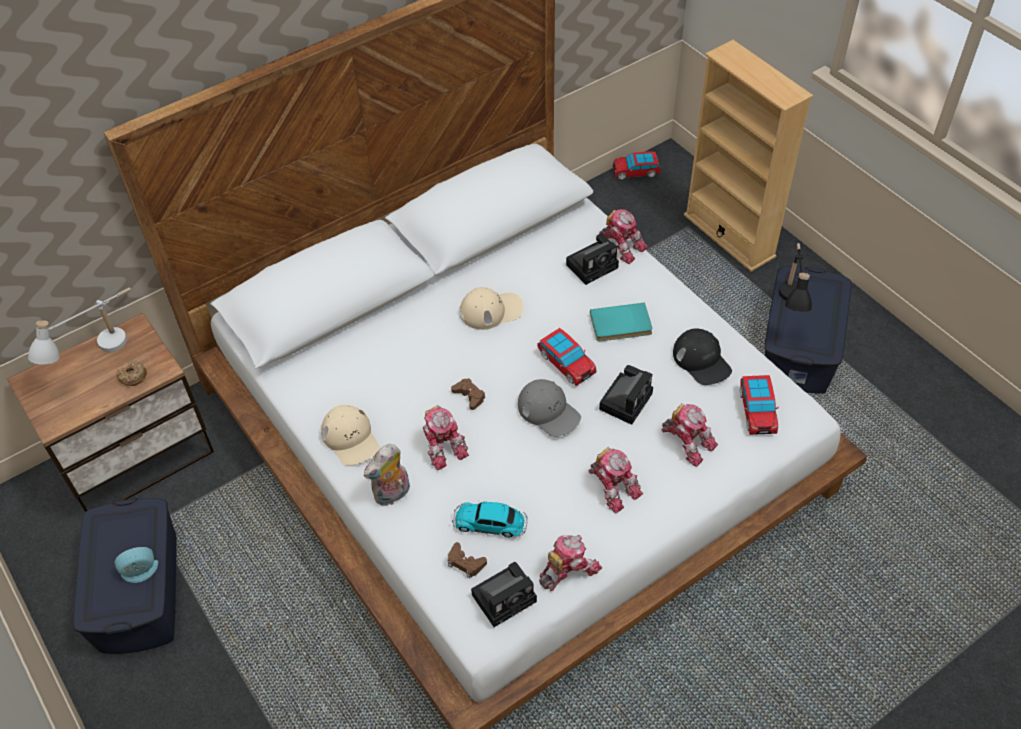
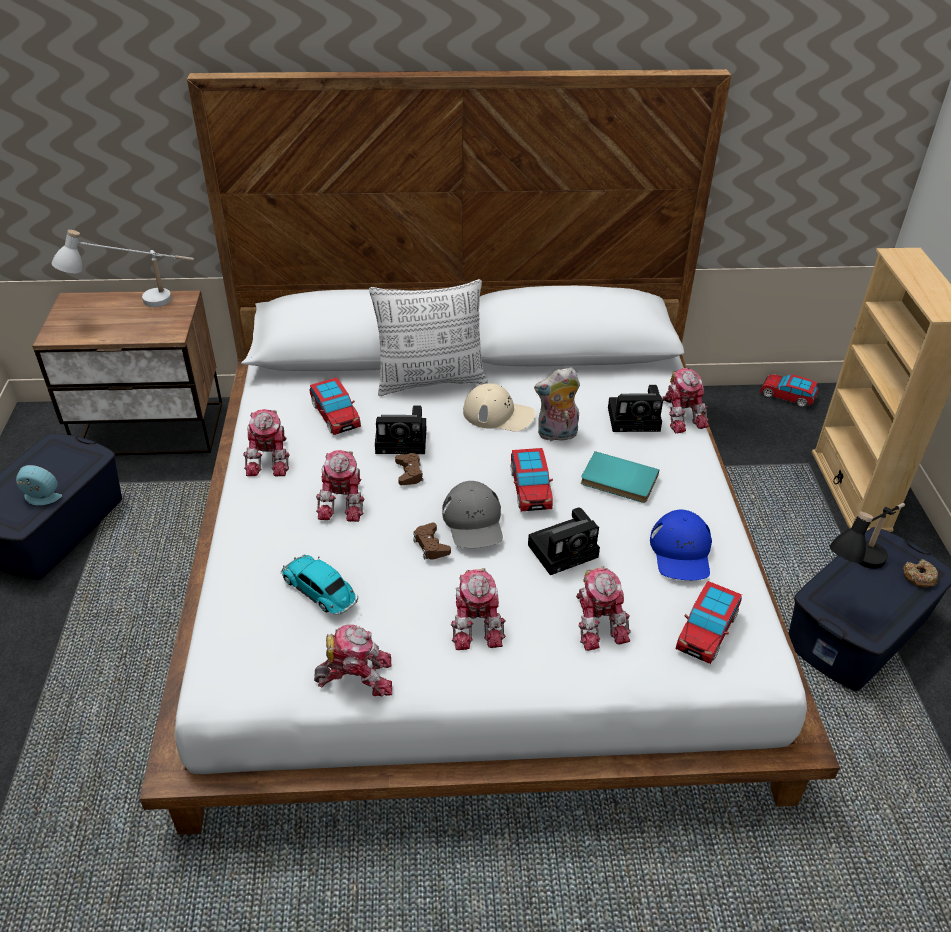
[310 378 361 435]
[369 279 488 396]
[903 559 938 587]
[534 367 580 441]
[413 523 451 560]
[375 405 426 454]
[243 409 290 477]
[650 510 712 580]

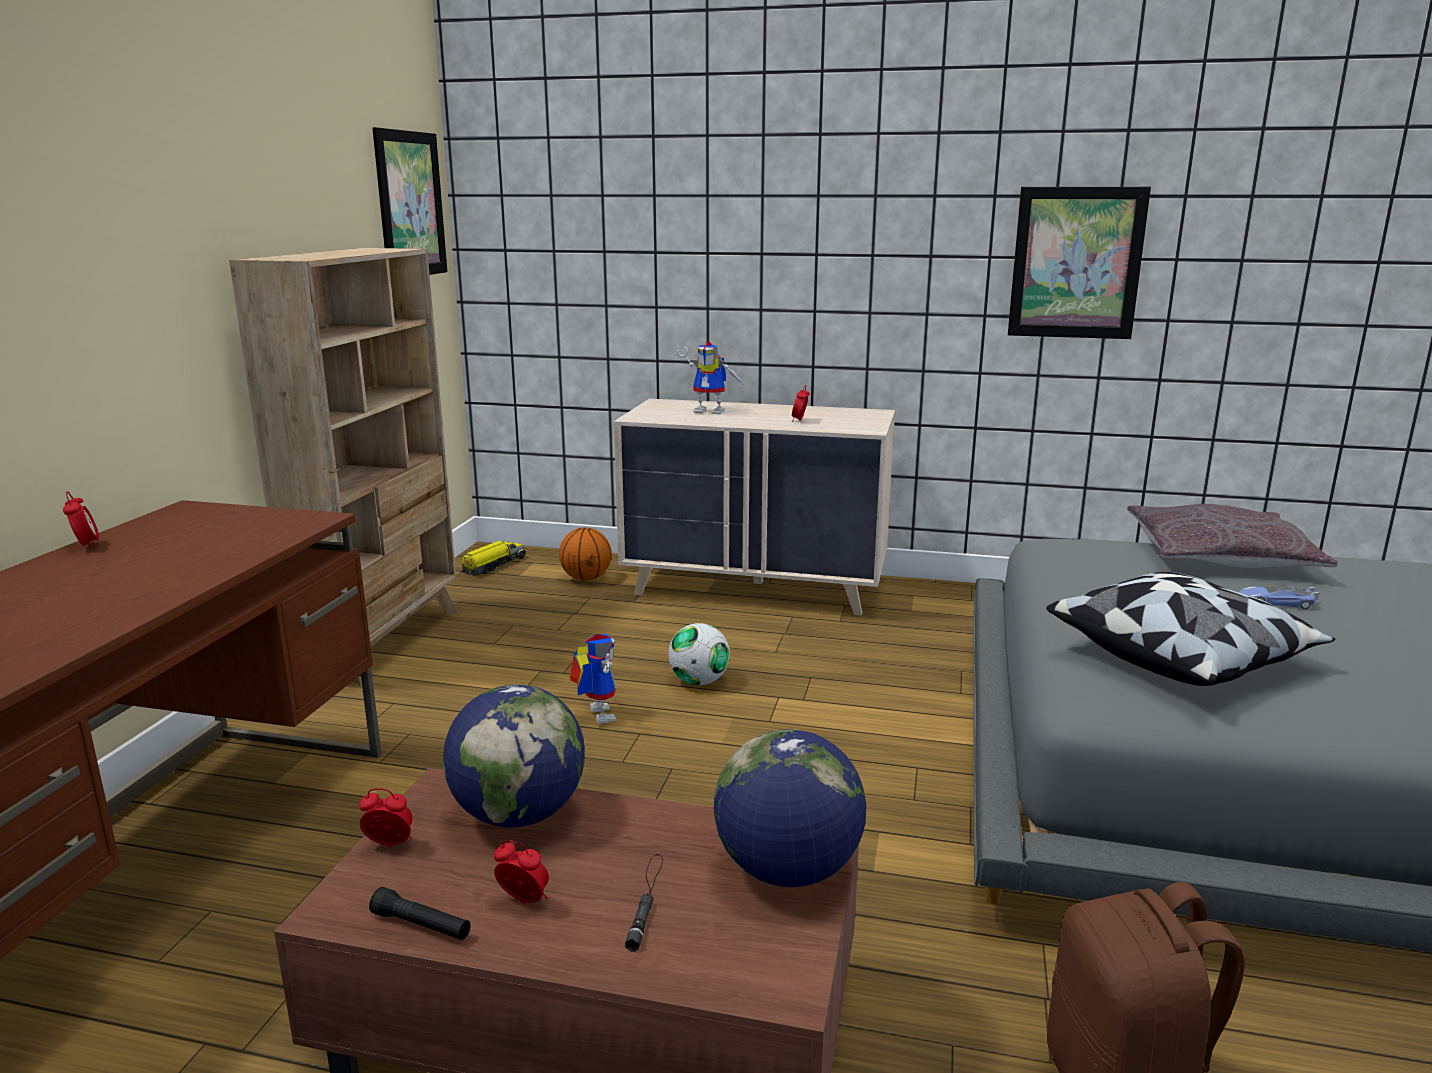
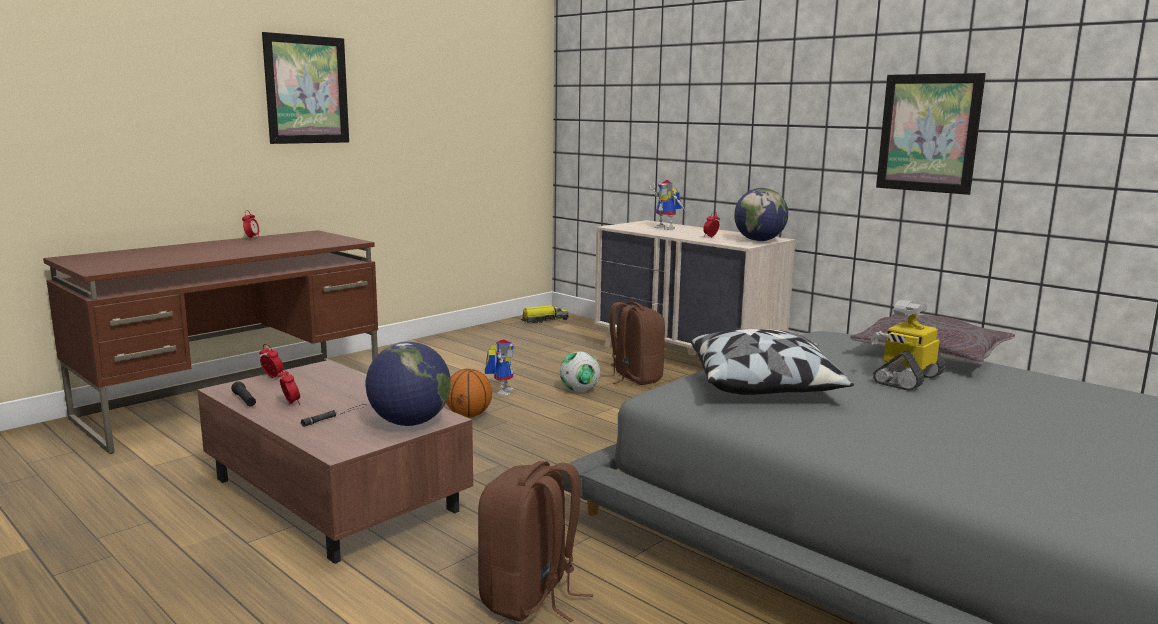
[229 248 459 688] (first image)
[601 301 665 385]
[262 32 349 144]
[734 188 788 241]
[446 368 492 418]
[870 300 946 391]

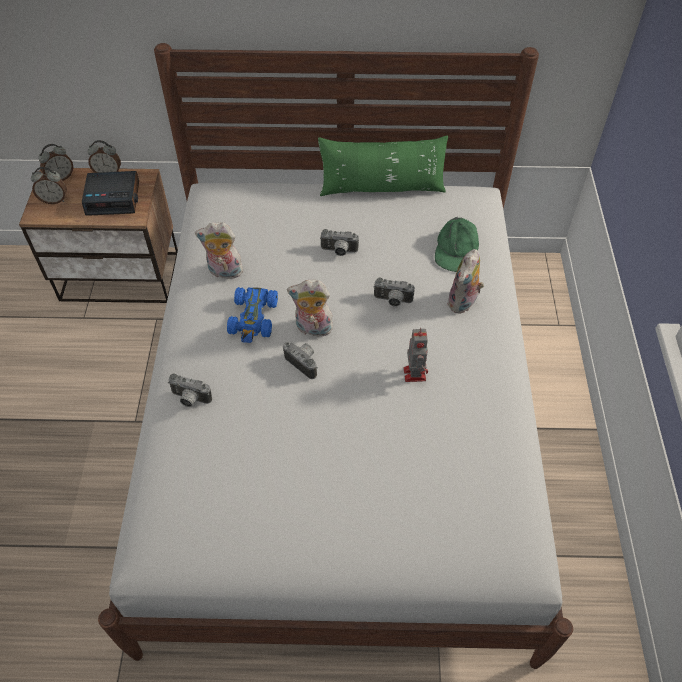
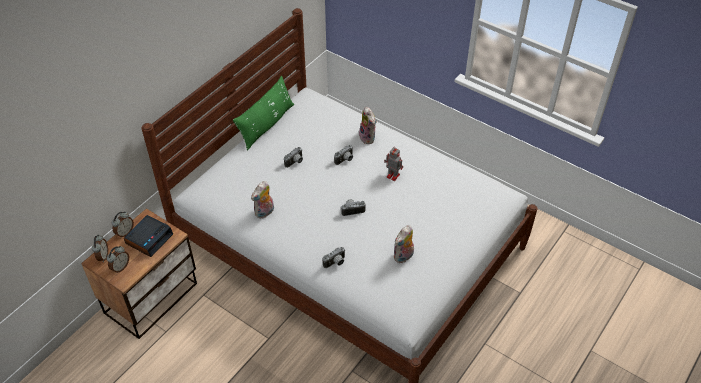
[227 287 278 343] (first image)
[435 216 479 272] (first image)
[394 225 414 263]

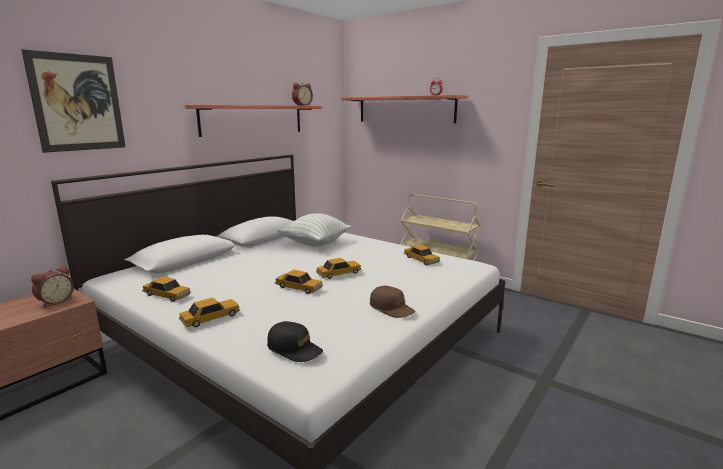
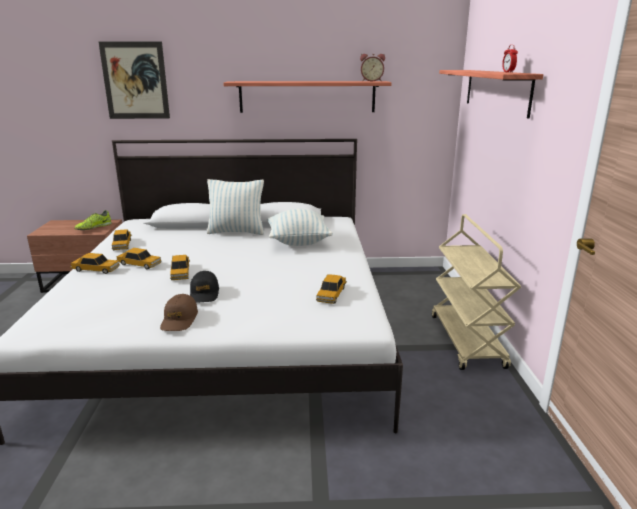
[207 179 264 235]
[190 271 219 303]
[117 248 162 269]
[75 210 112 230]

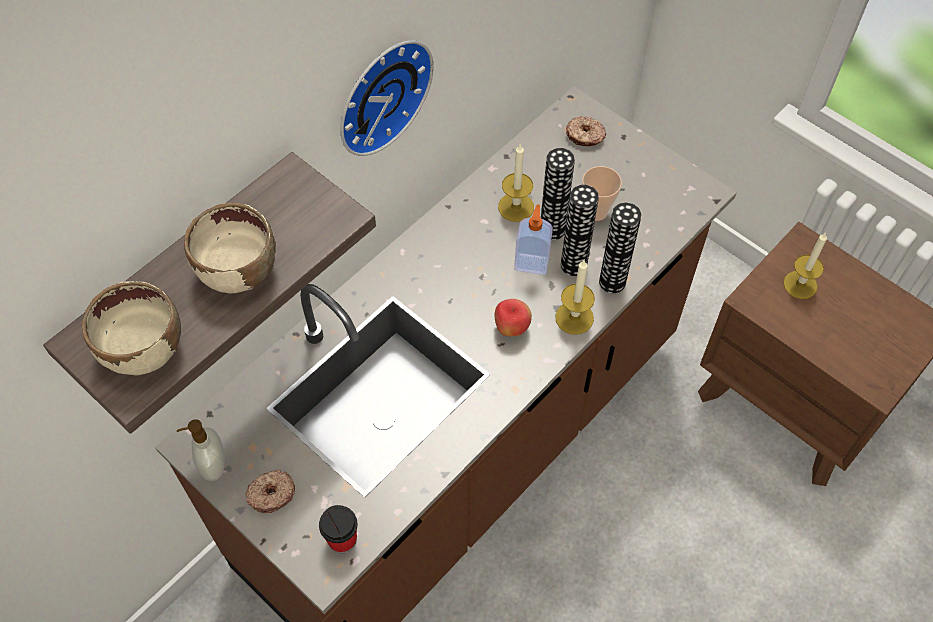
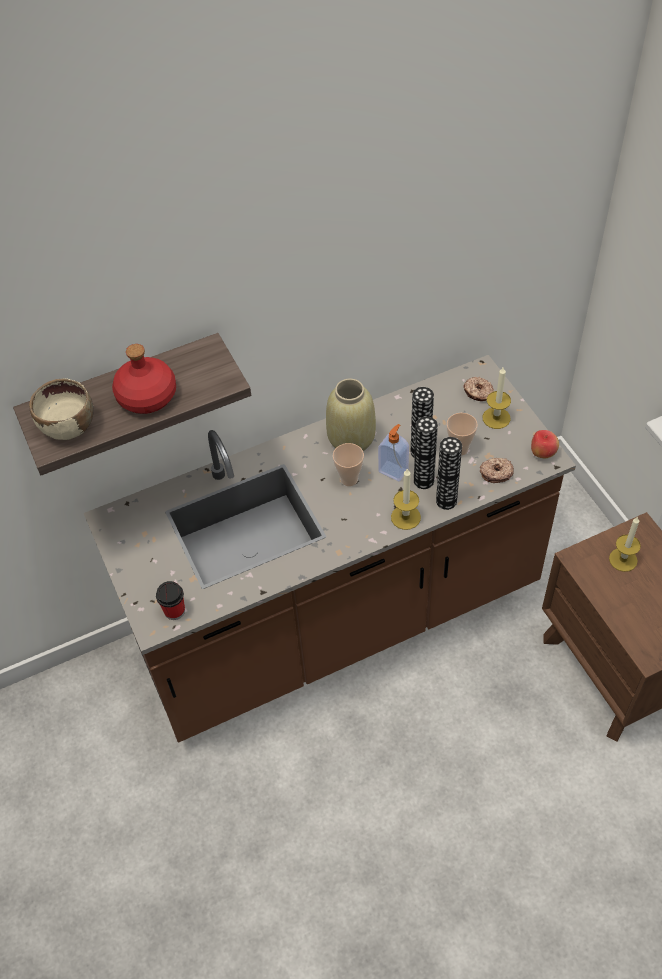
[177 419 225 481] (first image)
[340 40 434 156] (first image)
[326 379 376 451]
[333 443 364 486]
[480 458 514 483]
[531 430 559 458]
[483 366 511 429]
[112 344 176 414]

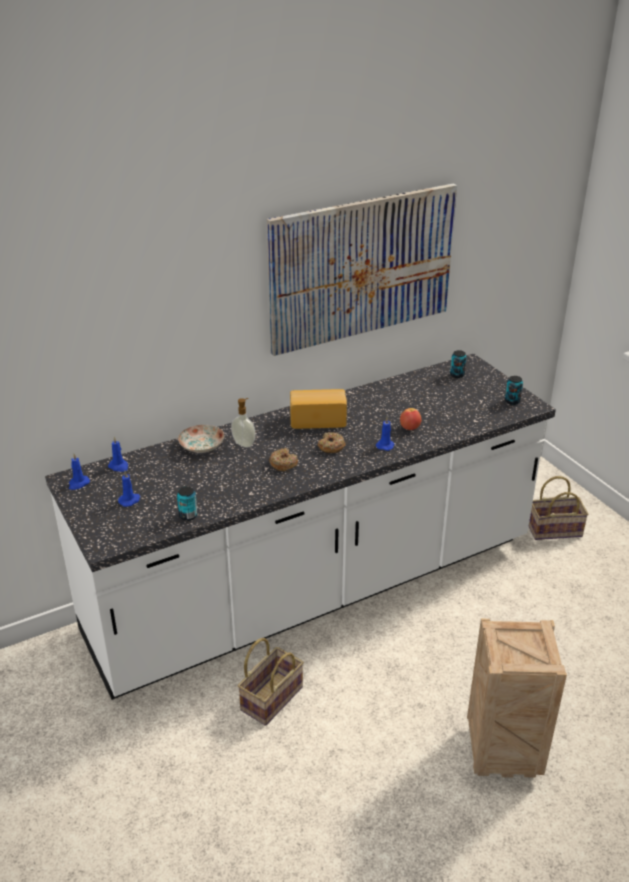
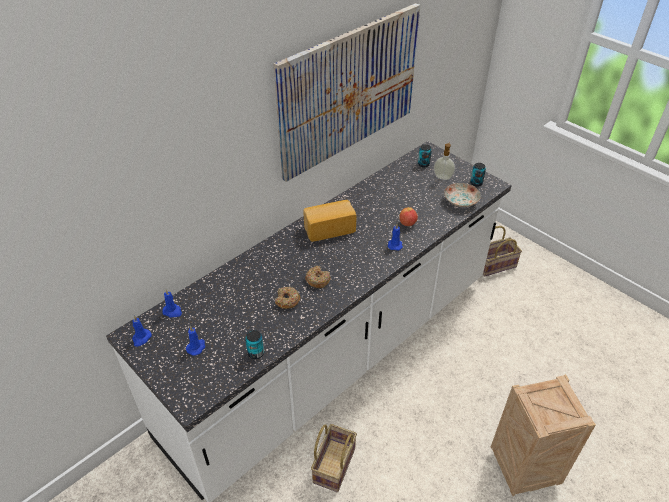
[444 183 481 207]
[434 143 455 180]
[275 287 300 309]

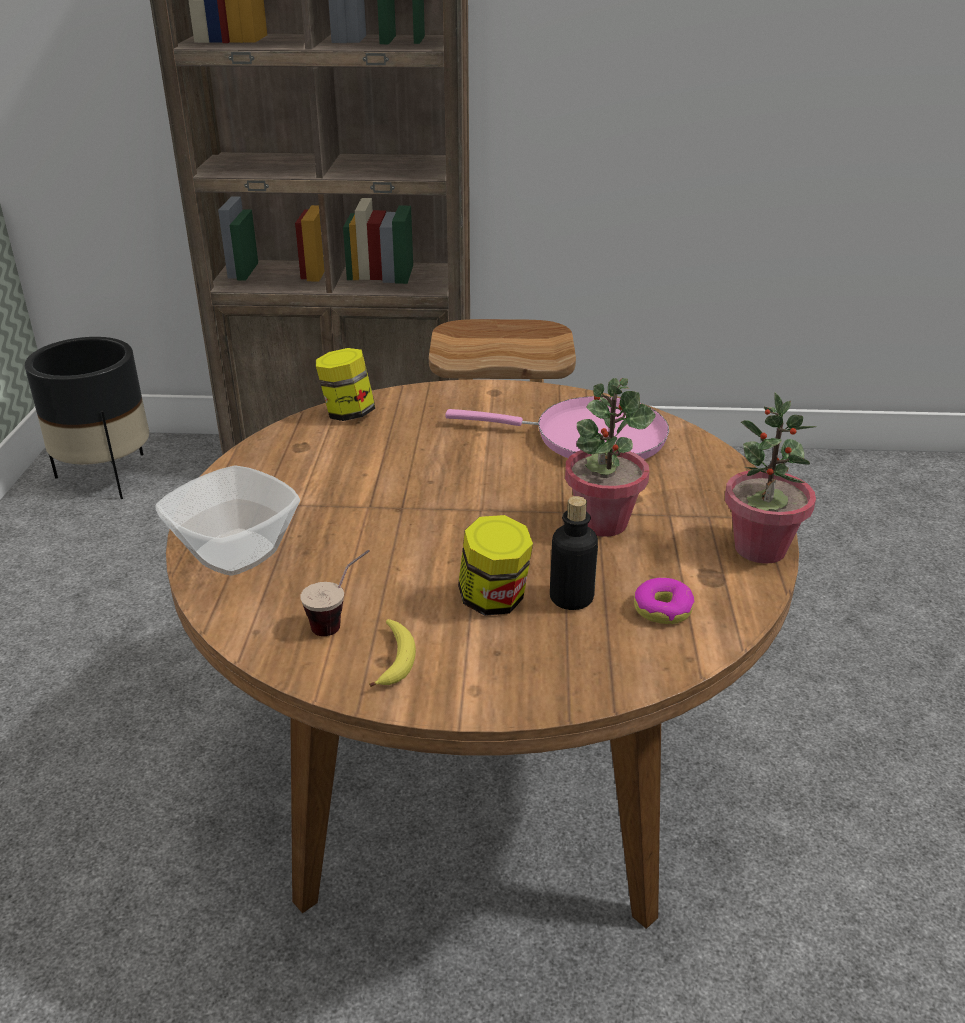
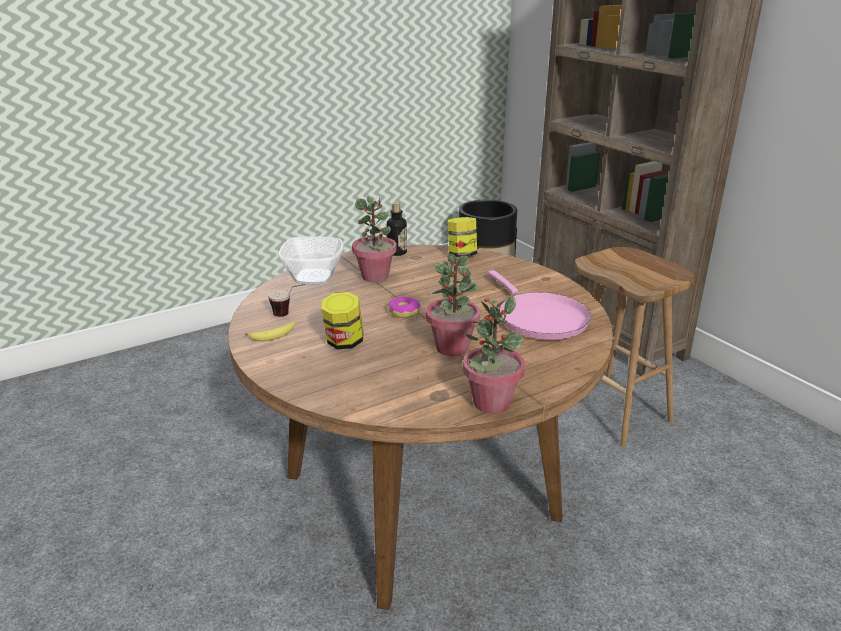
[352 196 396 282]
[387 202 407 256]
[388 297 421 318]

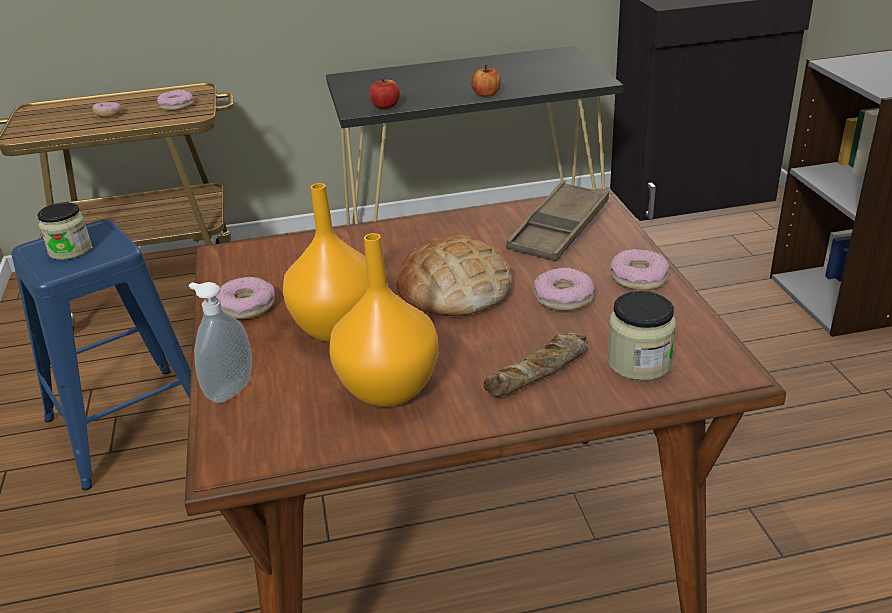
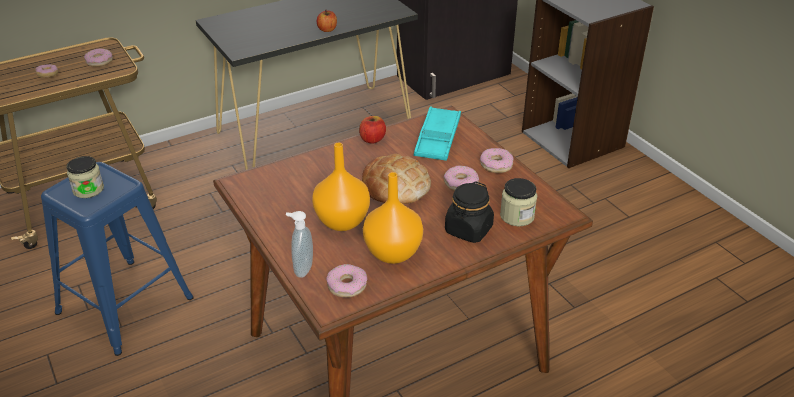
[326 264 367 298]
[359 116 386 144]
[445 182 494 243]
[414 107 461 161]

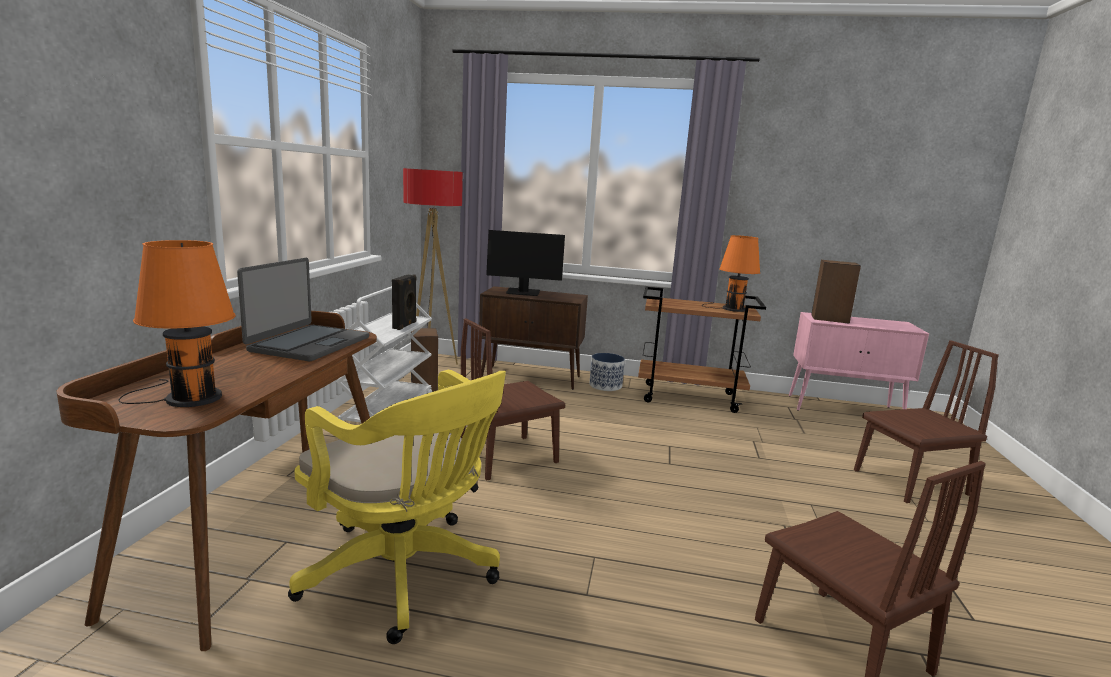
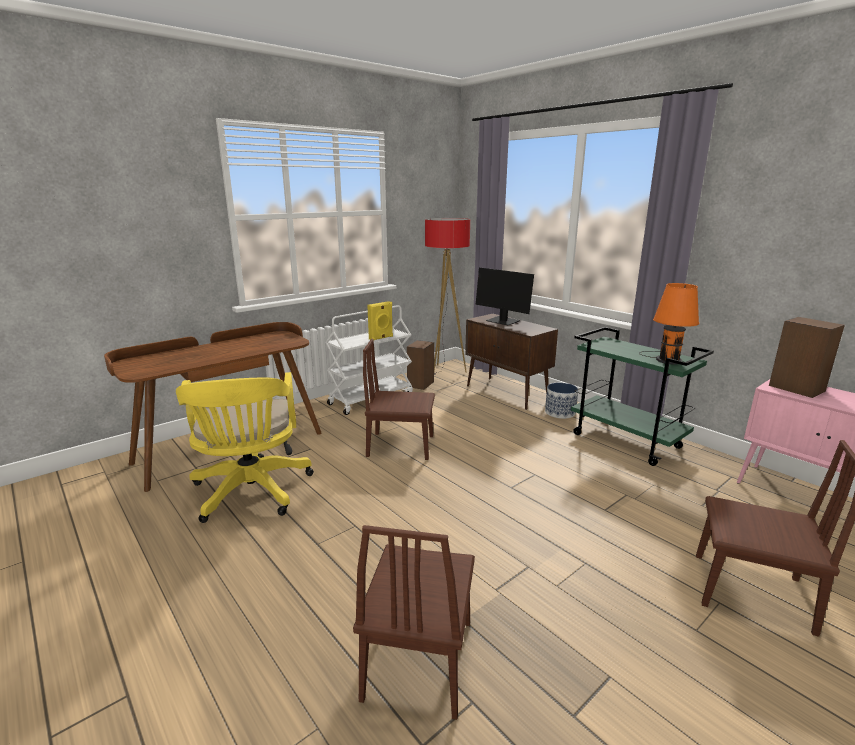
[118 240 236 407] (first image)
[237 258 369 361] (first image)
[367 301 393 340]
[571 327 714 466]

